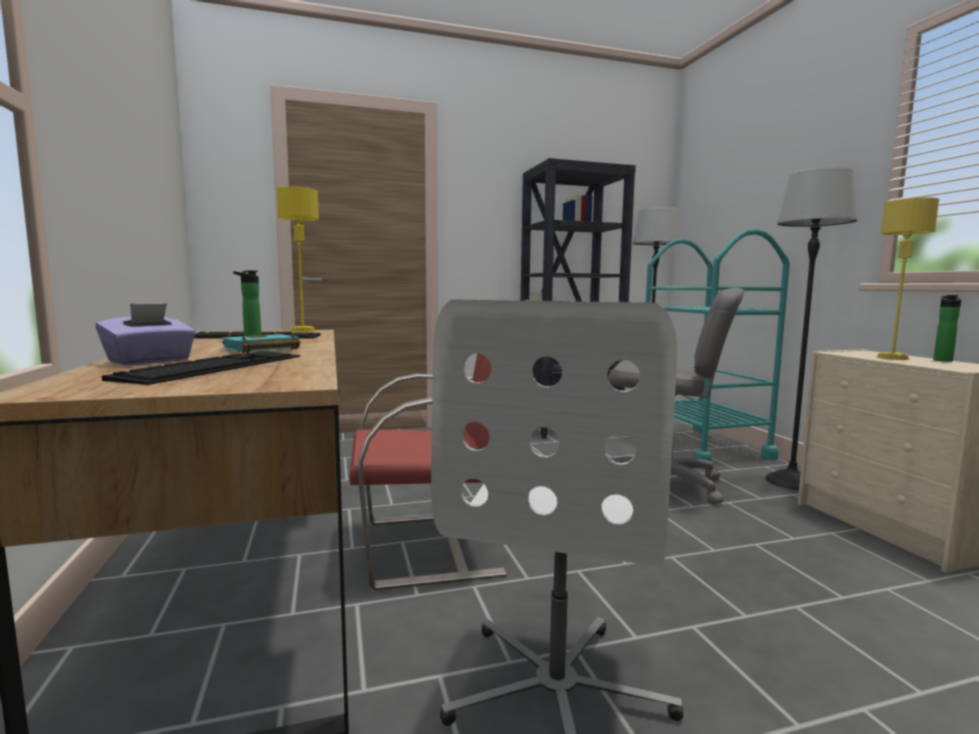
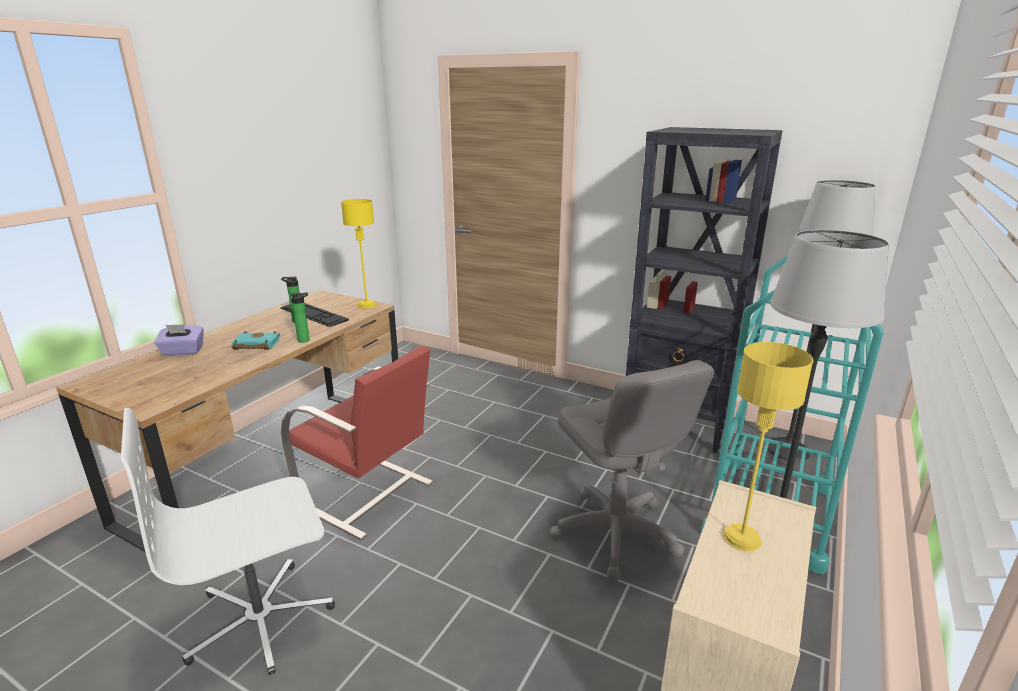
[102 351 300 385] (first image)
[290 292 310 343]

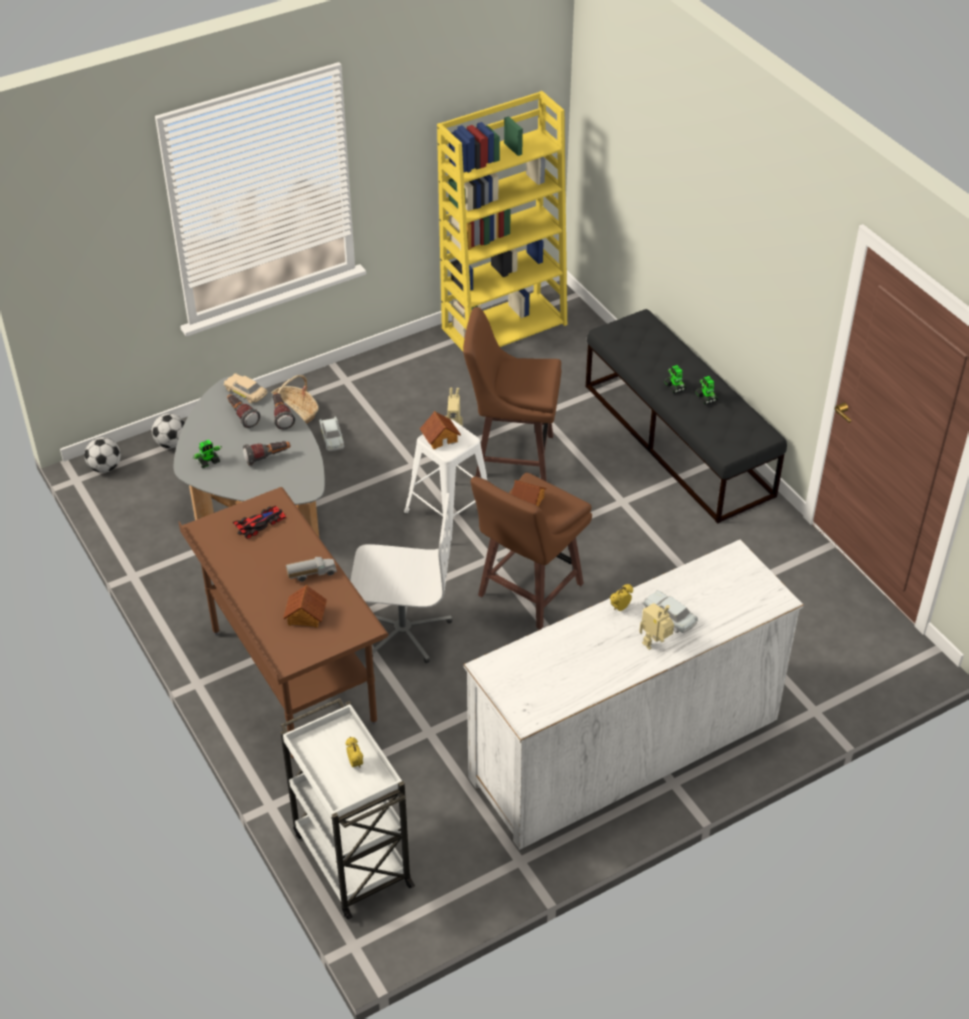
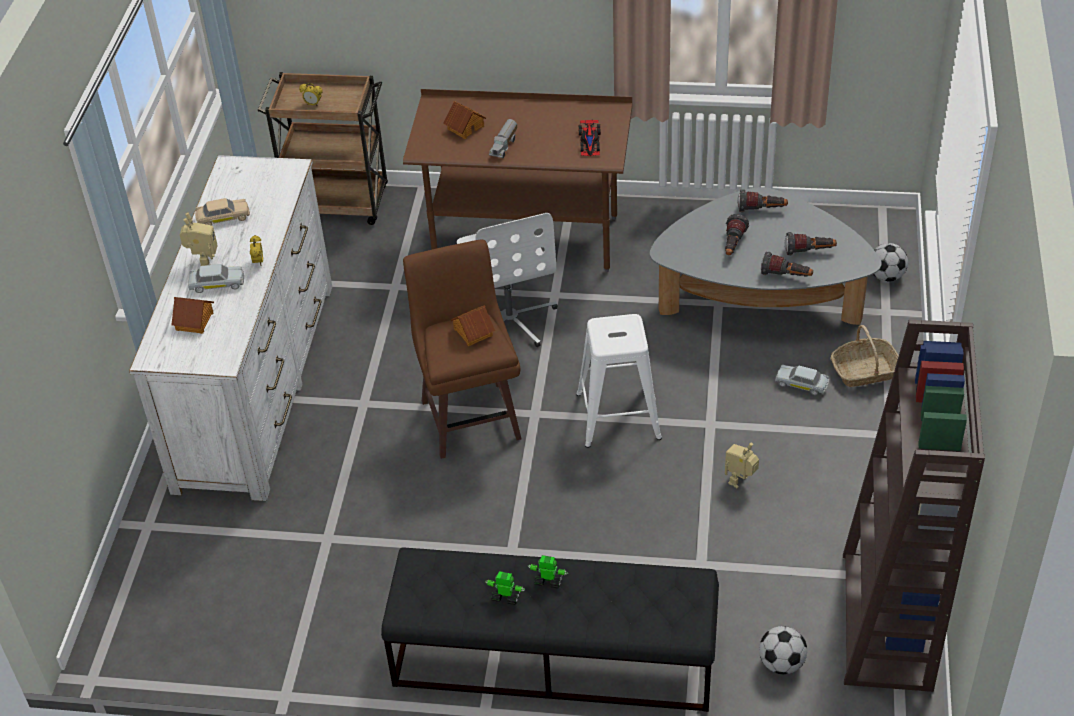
[463 307 561 481] (first image)
[759 626 807 674]
[195 198 250 226]
[172 297 214 334]
[737 189 788 212]
[257 72 388 225]
[843 320 985 692]
[457 213 558 347]

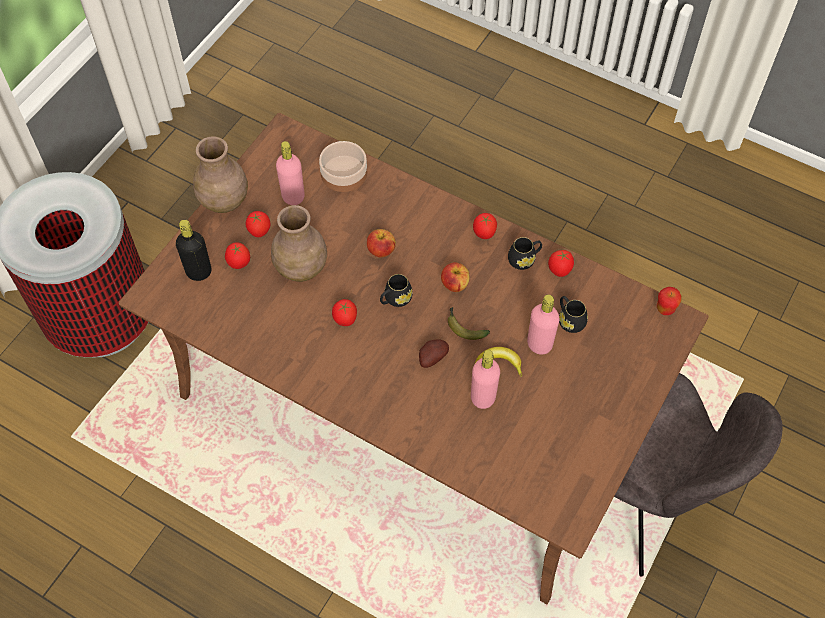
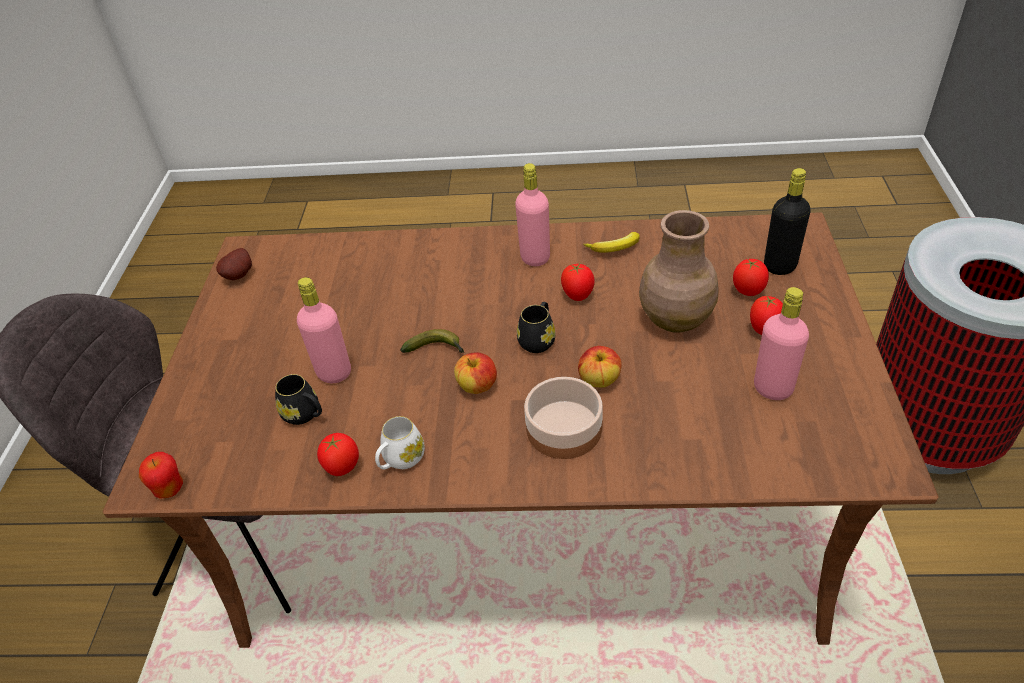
[193 136 248 213] (first image)
[473 213 497 239] (first image)
[524 377 603 459]
[216 248 252 280]
[515 163 550 266]
[583 232 640 253]
[375 416 425 469]

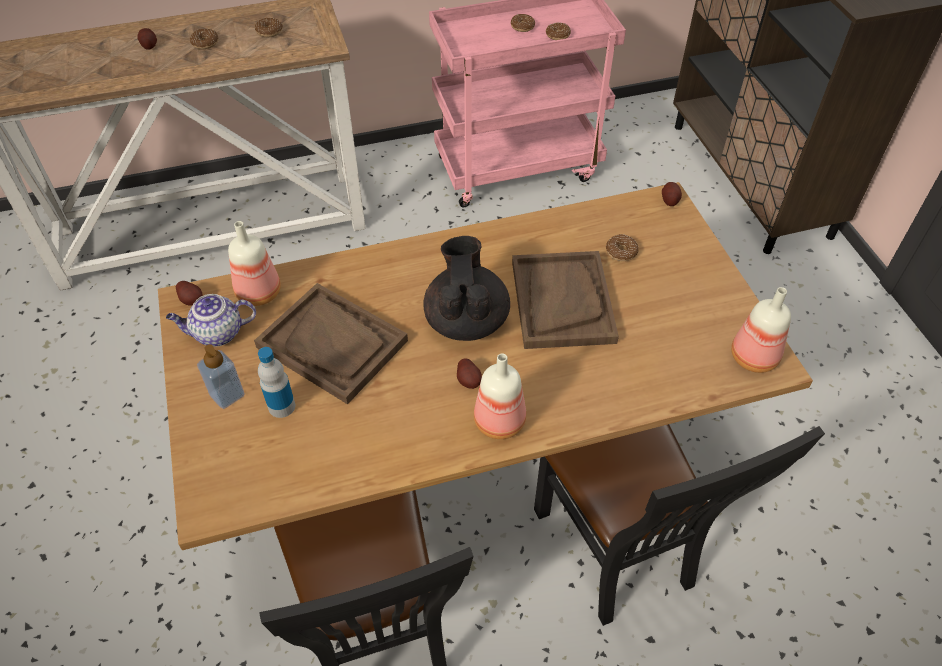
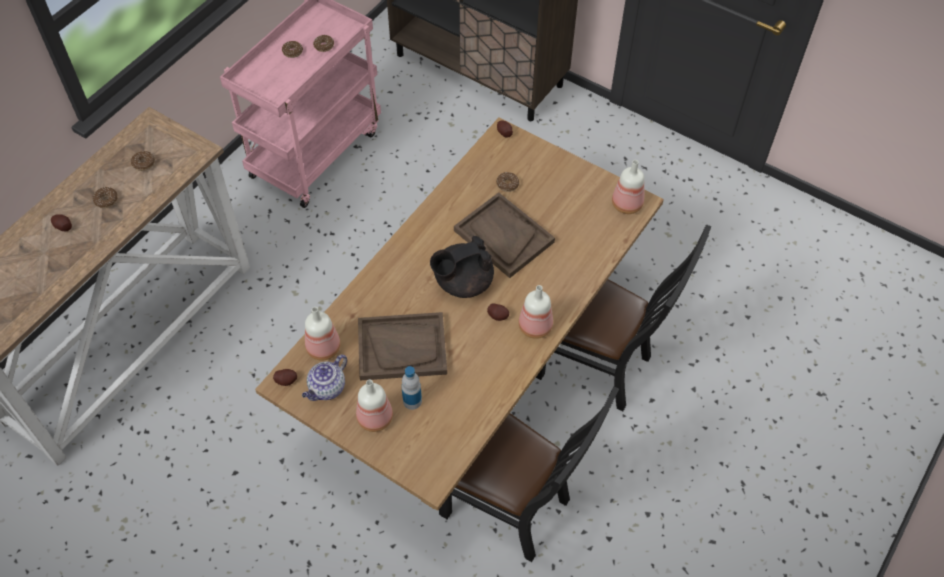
[356 380 393 432]
[430 236 494 298]

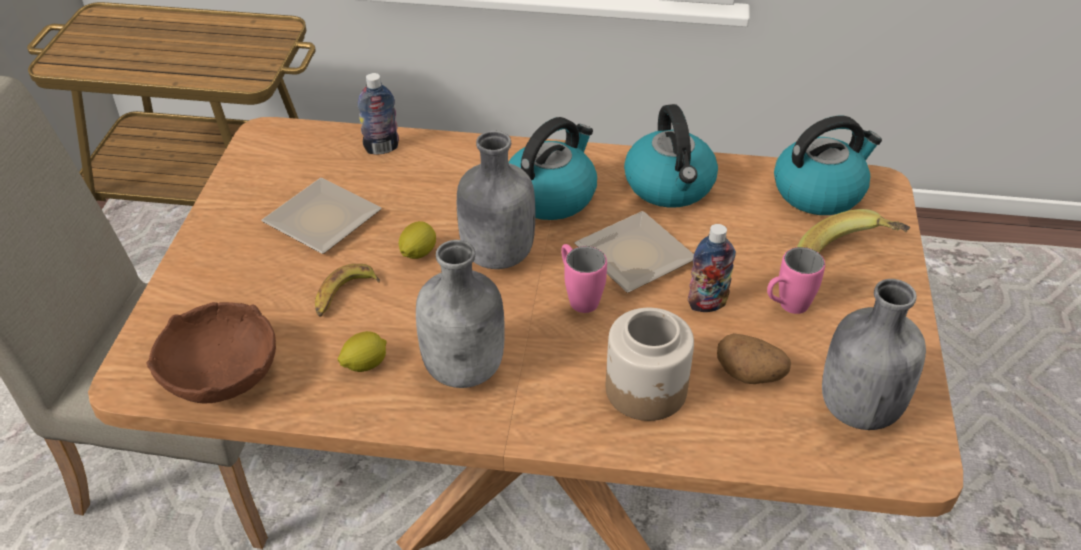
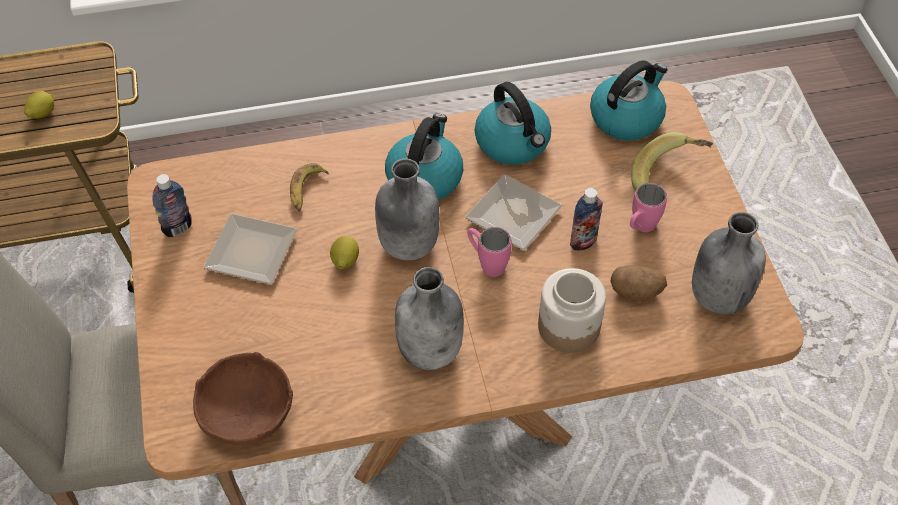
[290 163 329 211]
[24 91 54 119]
[152 174 192 237]

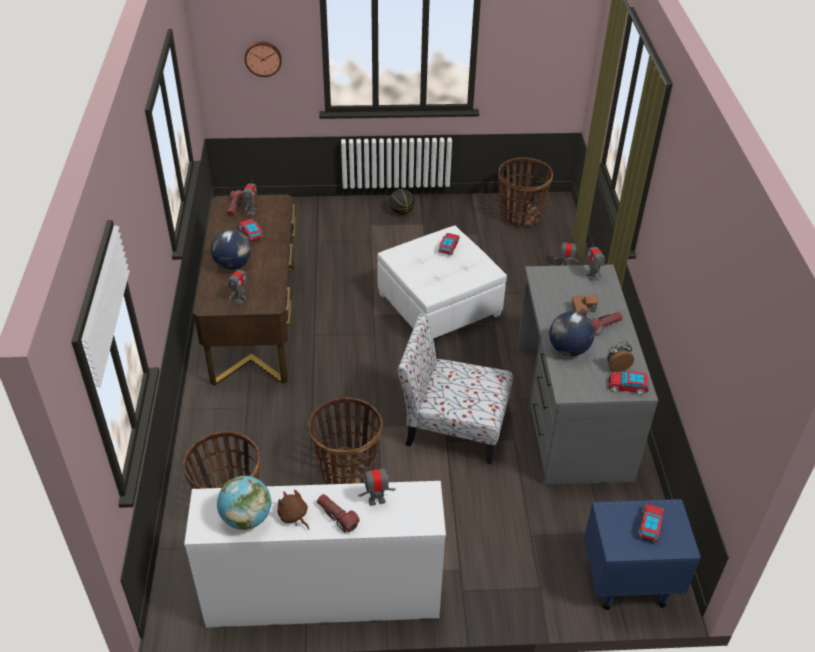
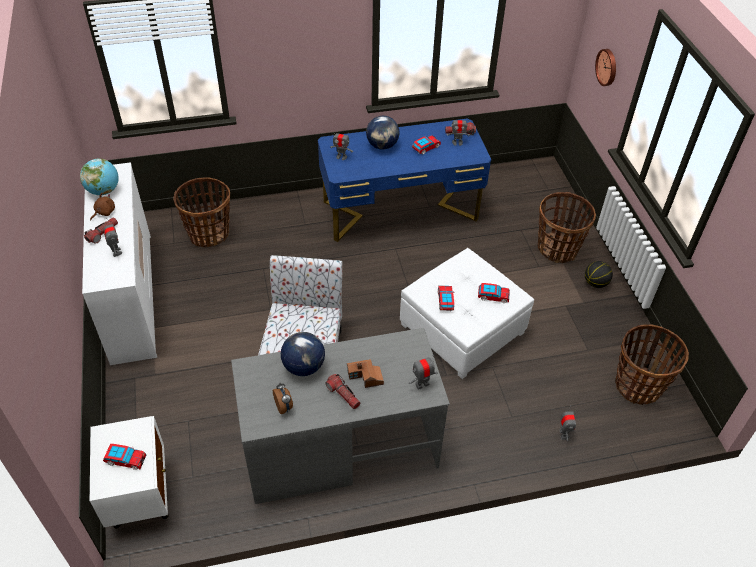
[538 192 596 263]
[438 286 454 310]
[318 119 491 242]
[90 416 168 528]

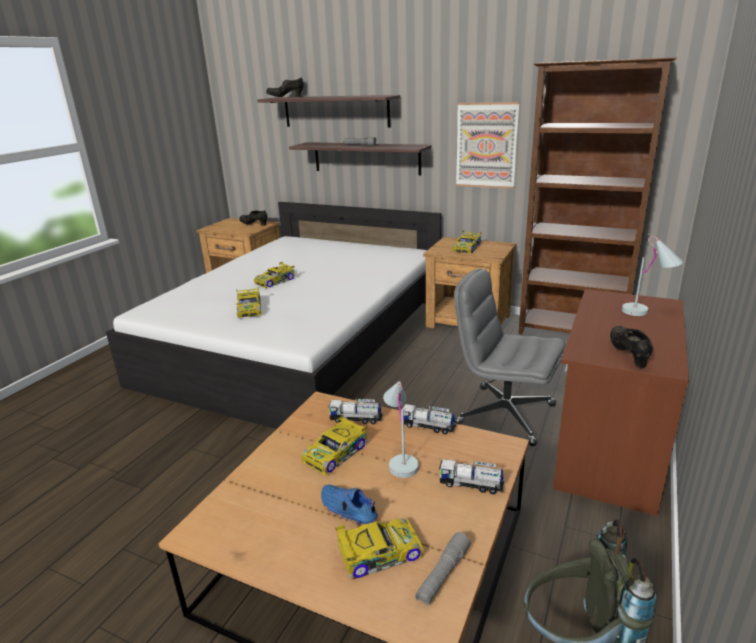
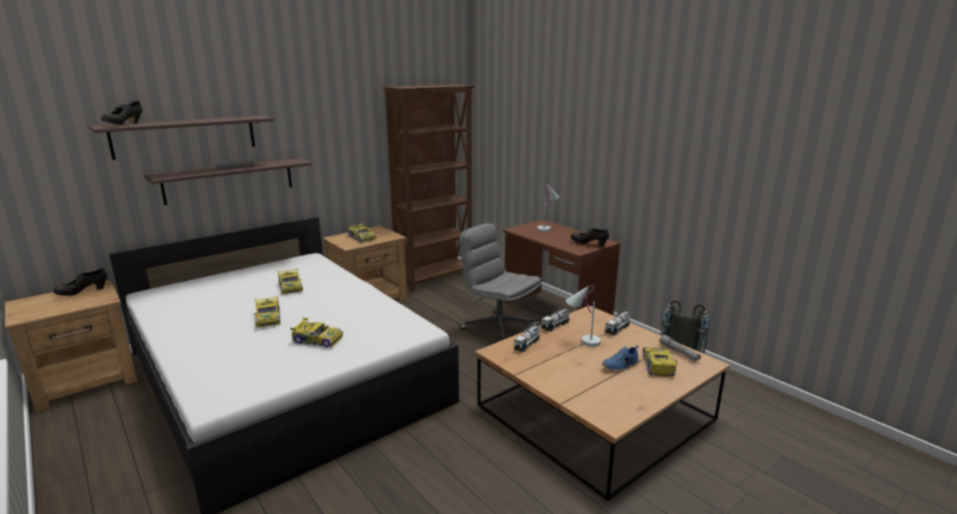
[456 102 520 189] (first image)
[277 269 303 294]
[460 223 541 340]

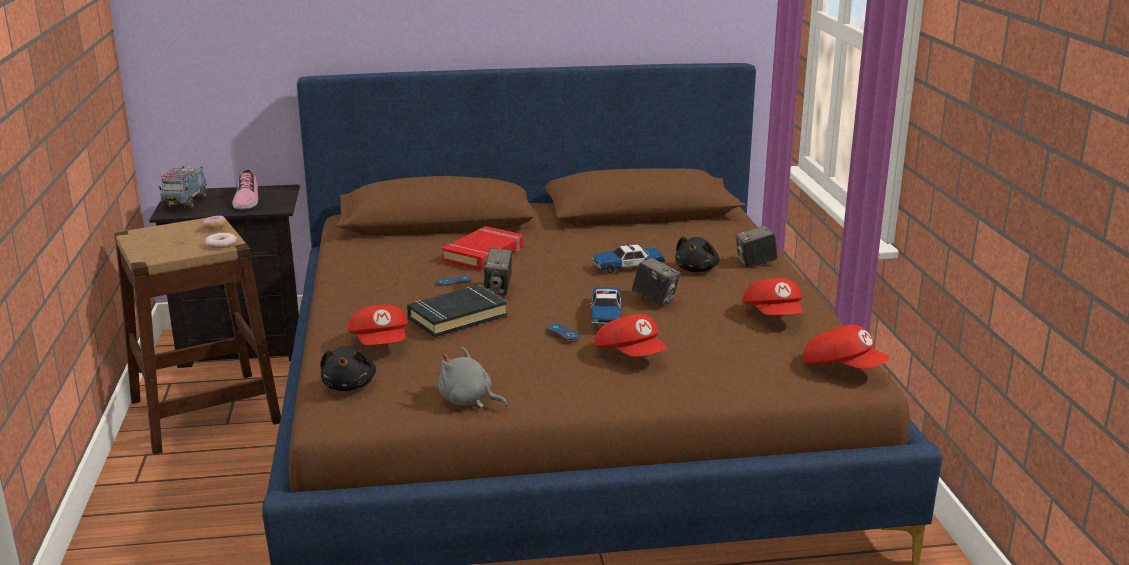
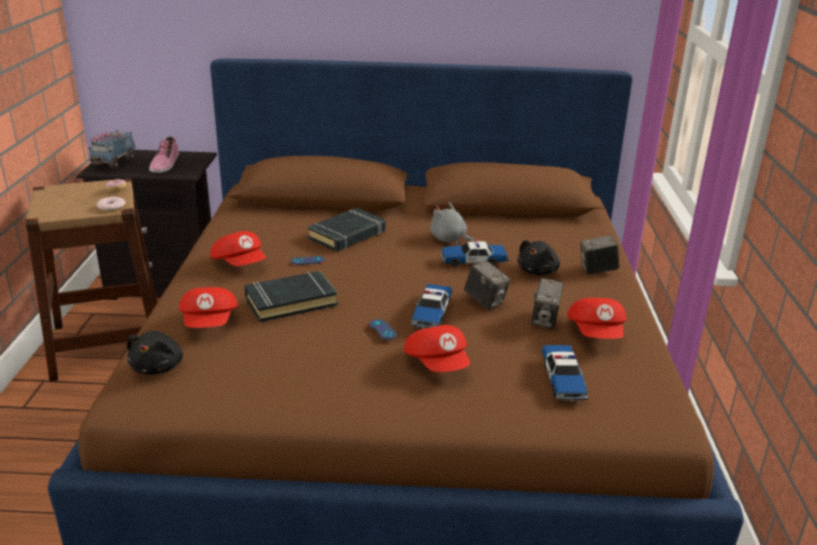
[542 345 588 402]
[430 202 475 244]
[531 278 564 329]
[210 231 266 266]
[307 208 386 251]

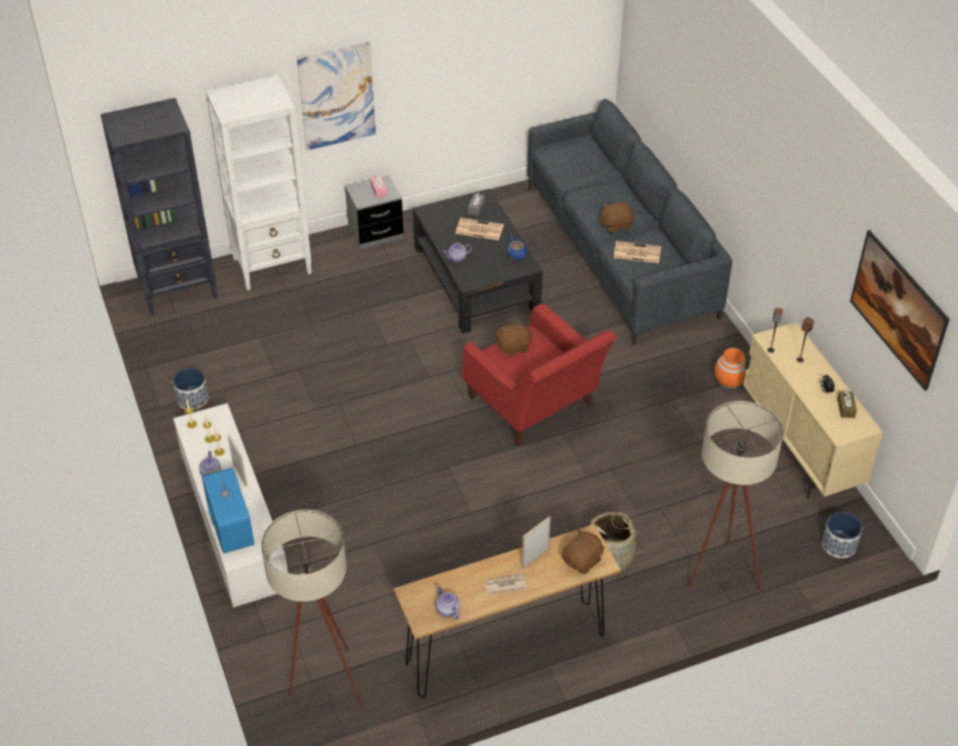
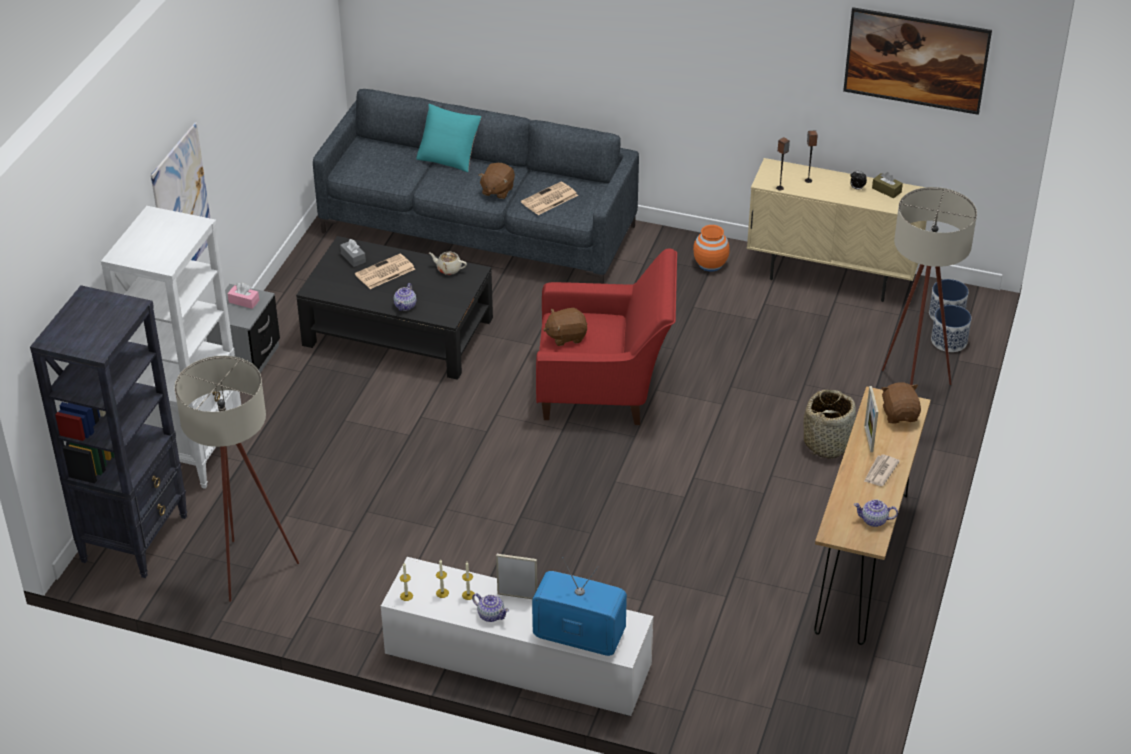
[416 104 481 172]
[931 305 971 352]
[175 356 299 602]
[429 251 467 275]
[543 308 587 346]

